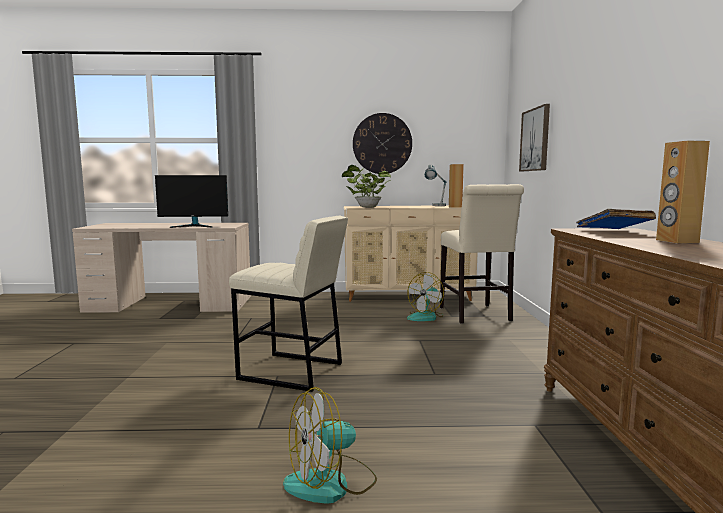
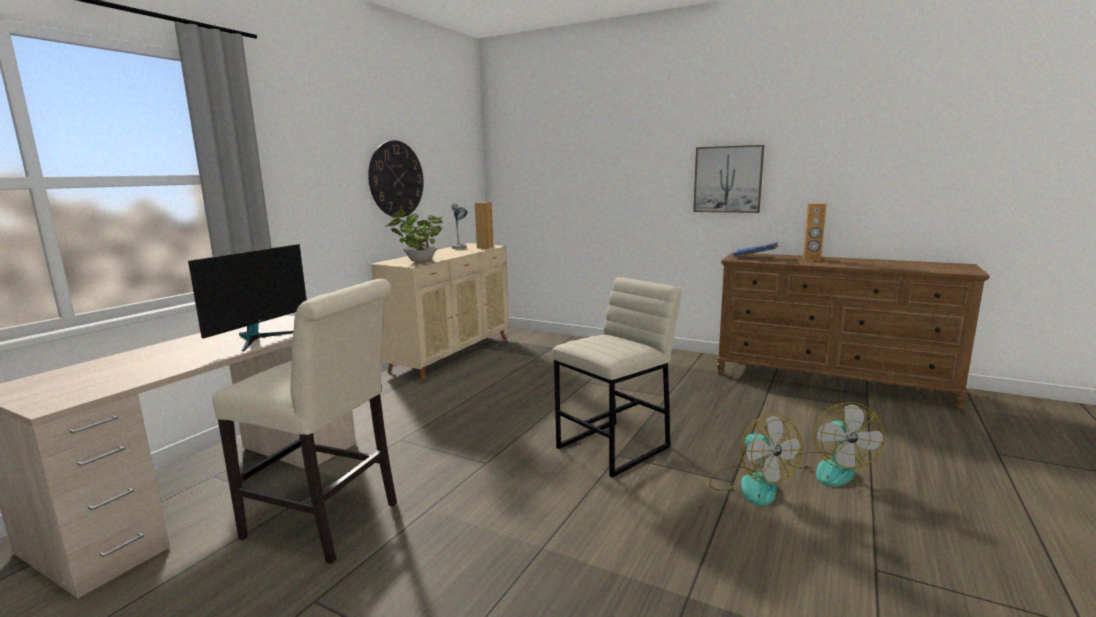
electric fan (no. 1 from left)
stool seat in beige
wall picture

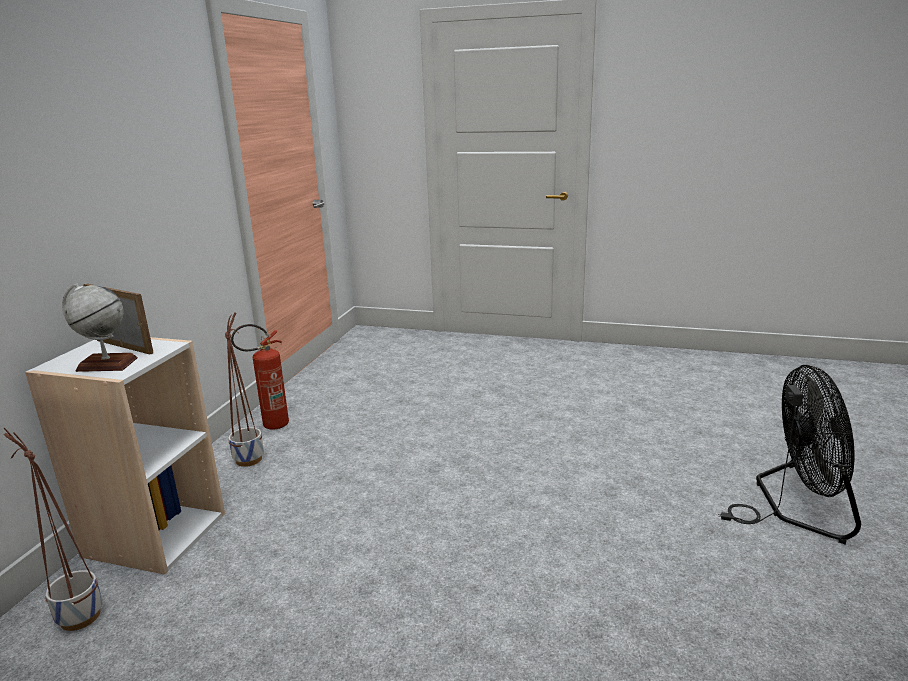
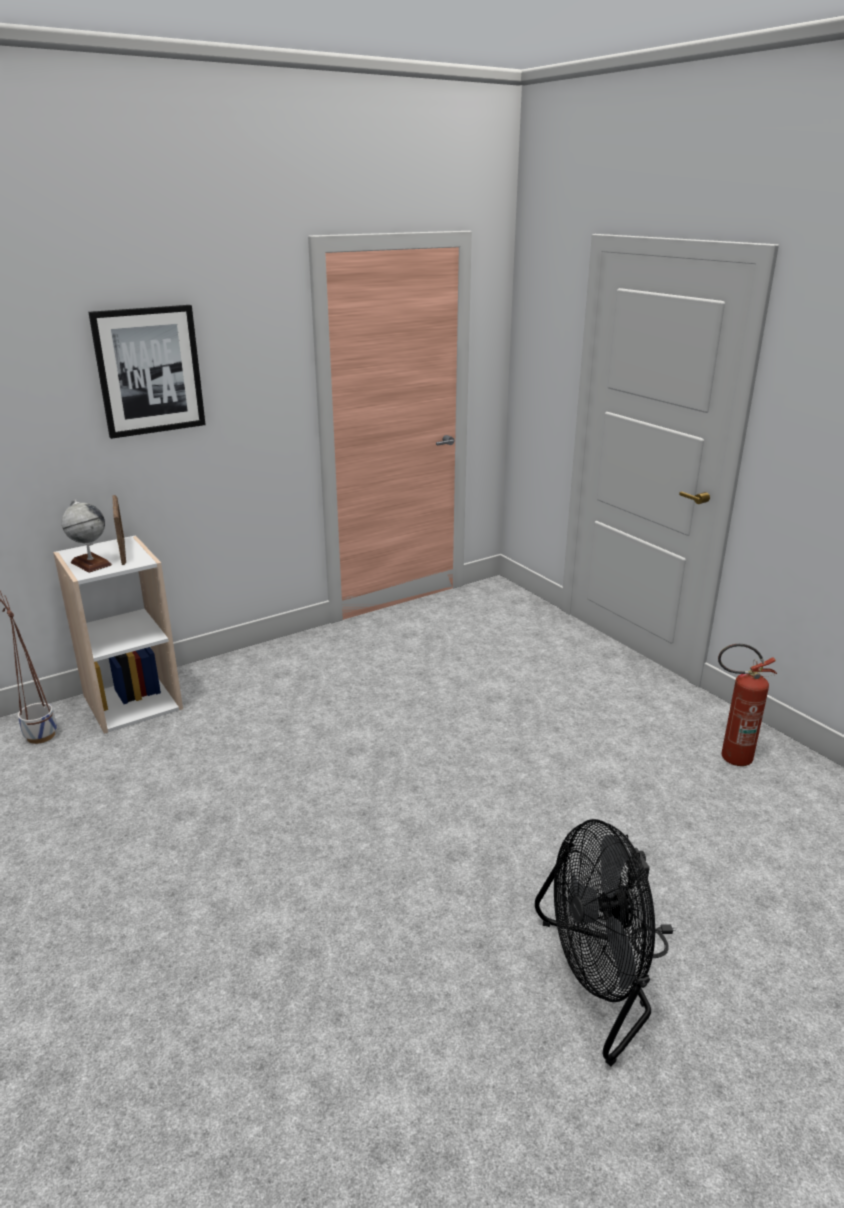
planter (no. 2 from left in the first image)
fire extinguisher
electric fan in blackish
wall picture

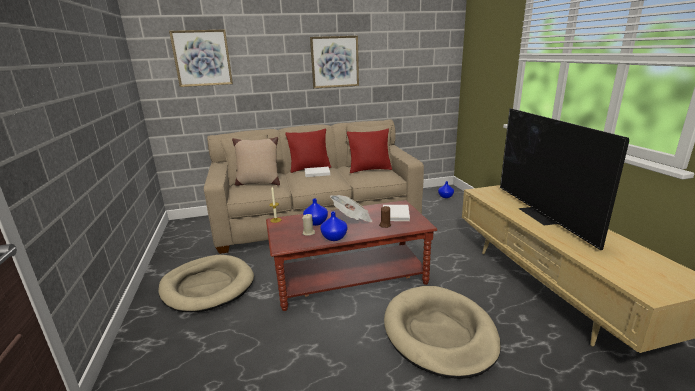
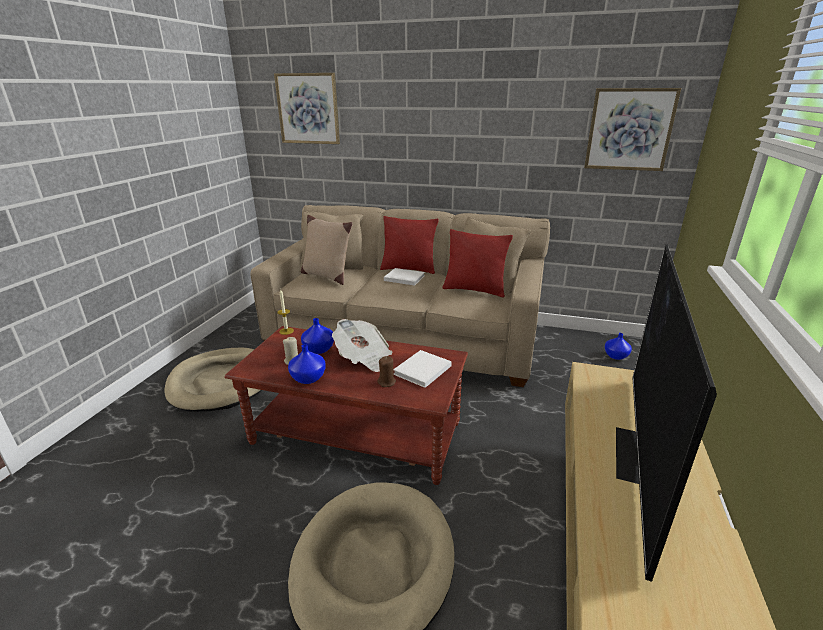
wall picture (no. 2 from left)

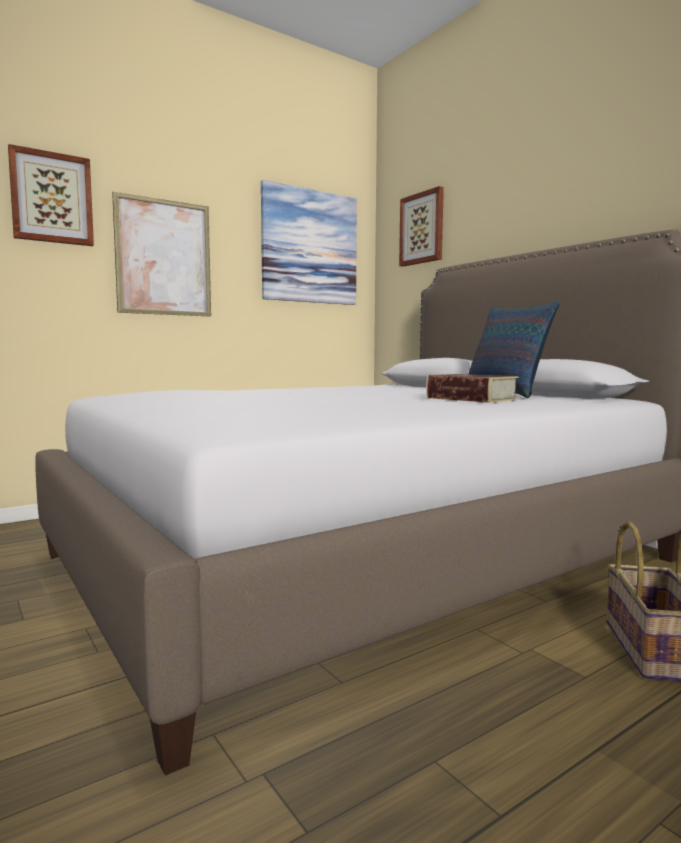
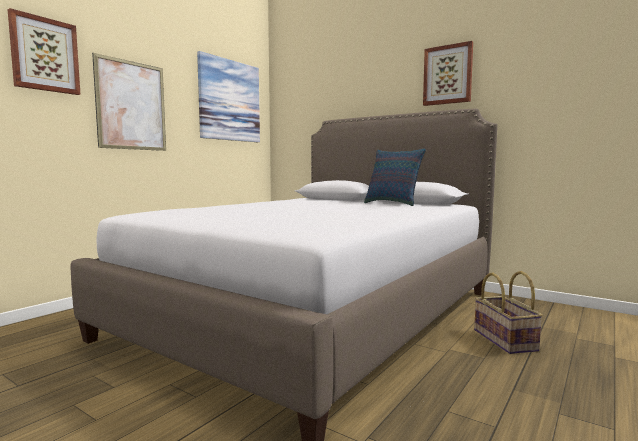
wall picture (no. 4 from left)
volume

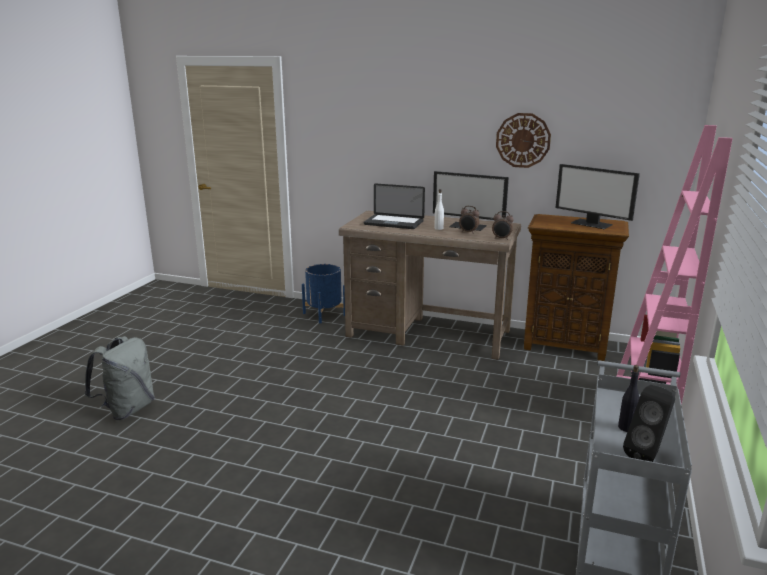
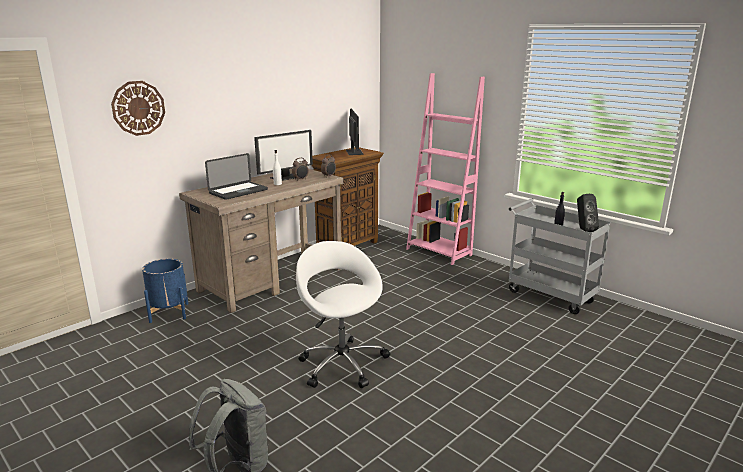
clock on the wall
computer screen (no. 2 from left)
office chair in whitish

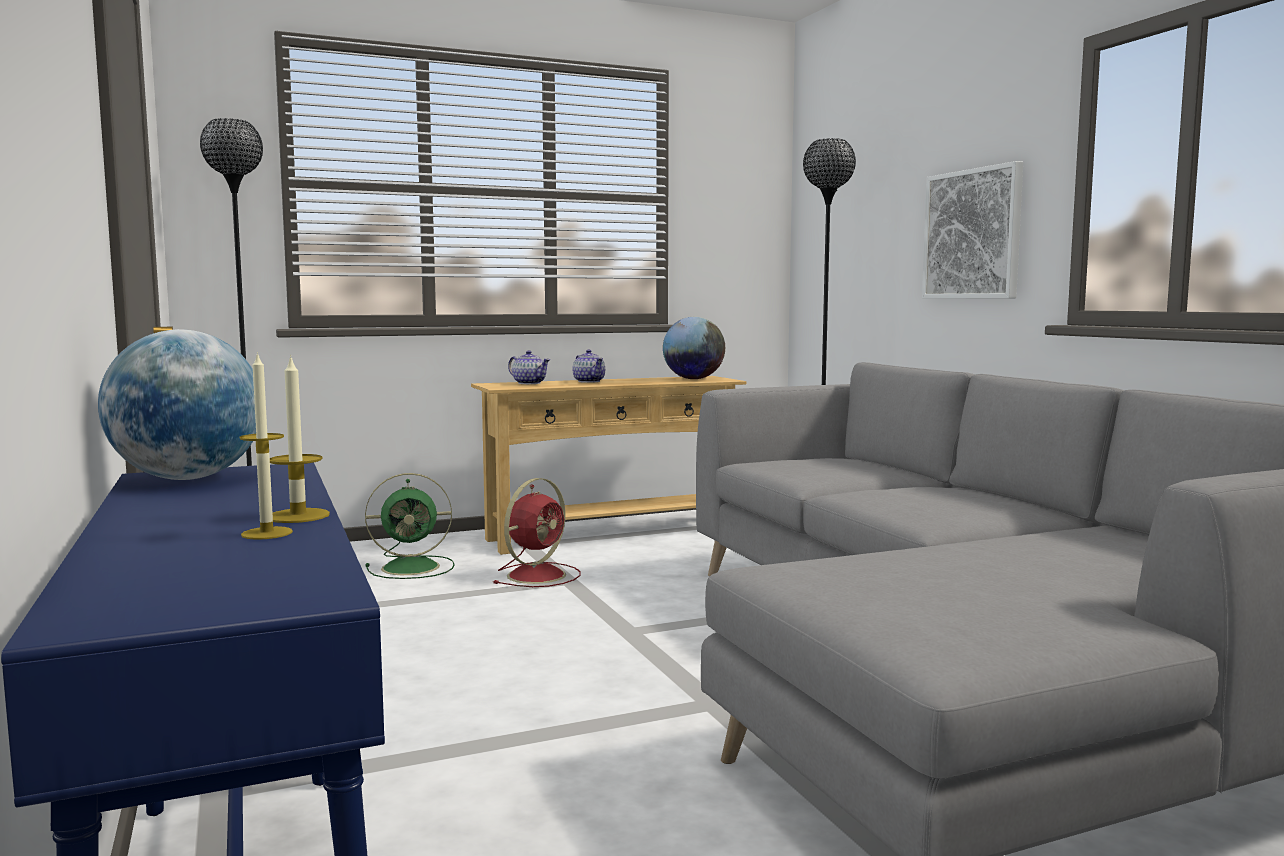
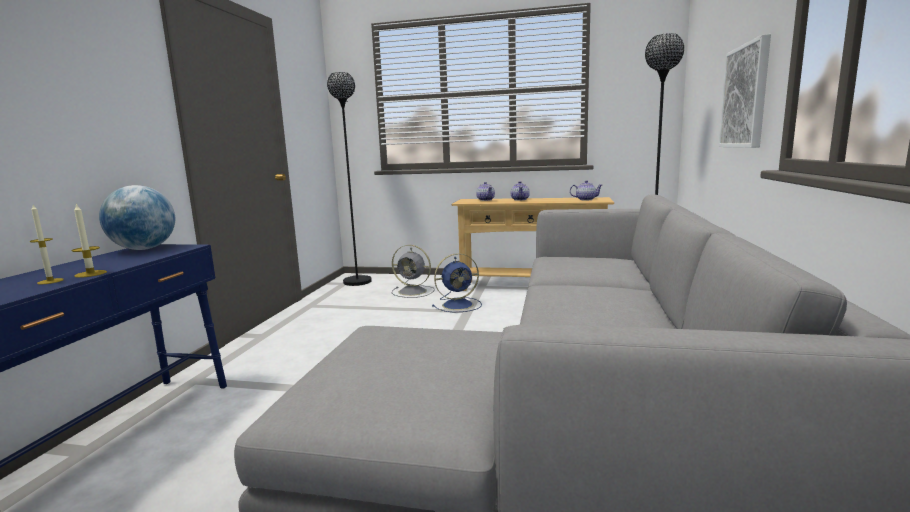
electric fan in greyish
electric fan in bluish
teapot (no. 3 from left)

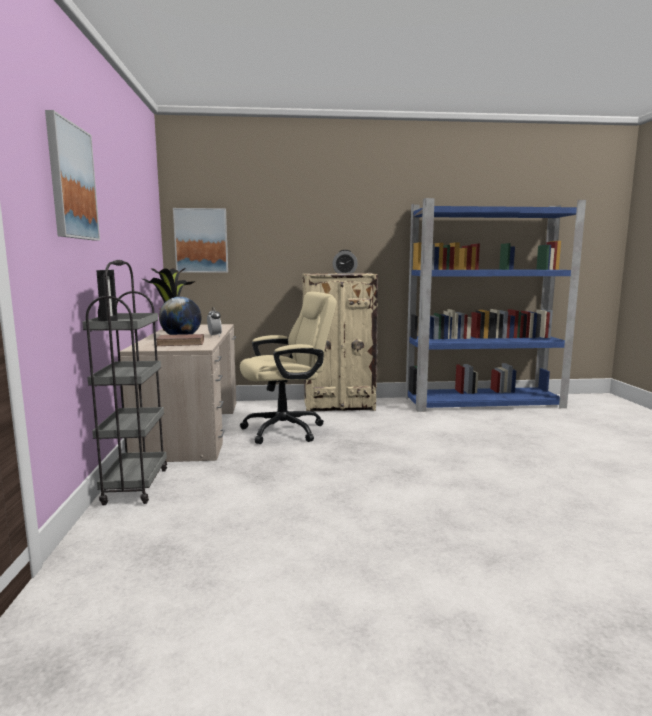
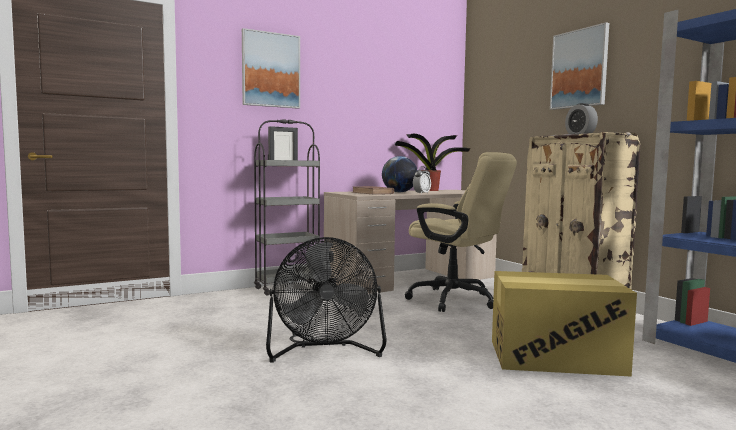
wall picture (no. 2 from left)
electric fan in blackish
packing box

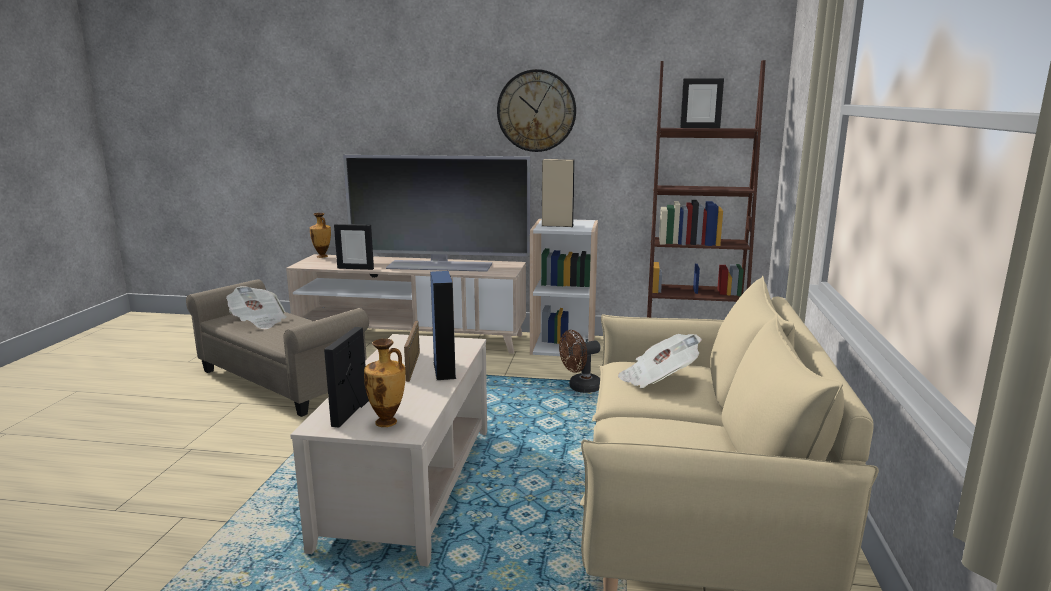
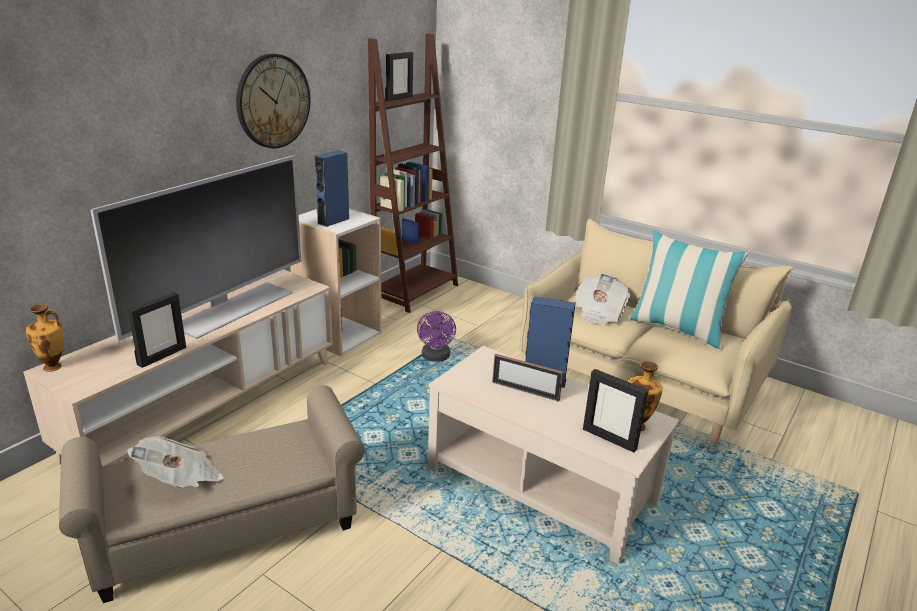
audio speaker in bluish (no. 1 from left)
electric fan in purplish
throw pillow

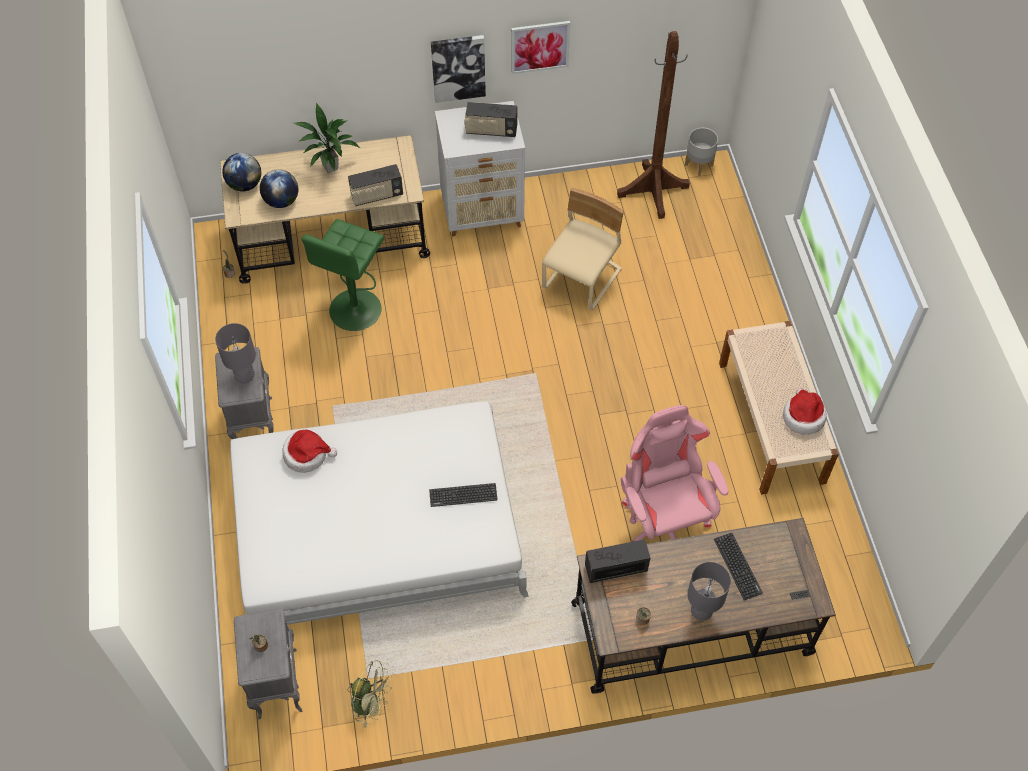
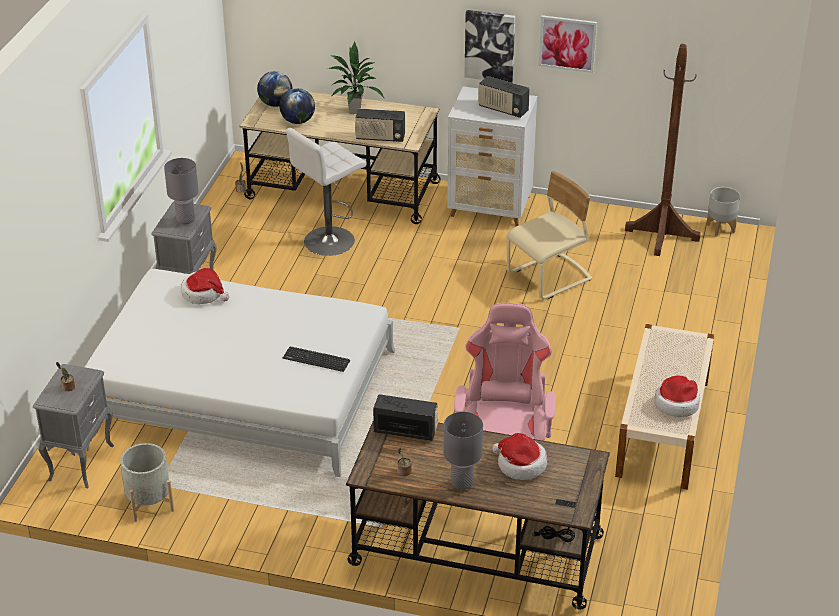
stool seat in whitish
planter in greyish (no. 1 from left)
clothing hat (no. 2 from left)

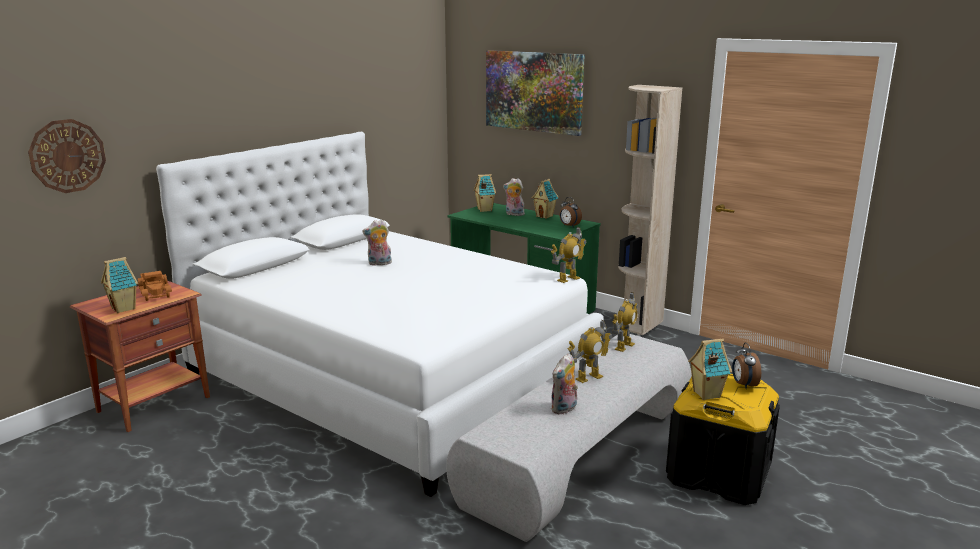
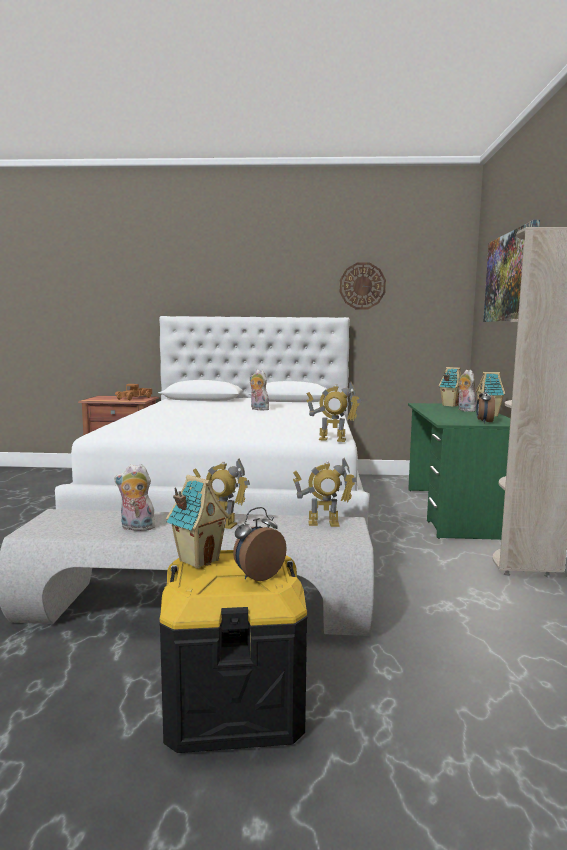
clock on the wall
toy house (no. 1 from left in the first image)

